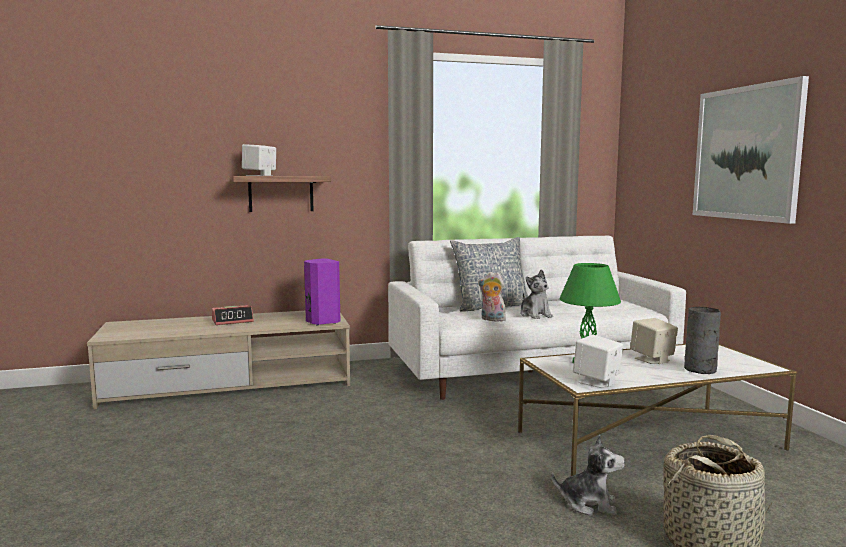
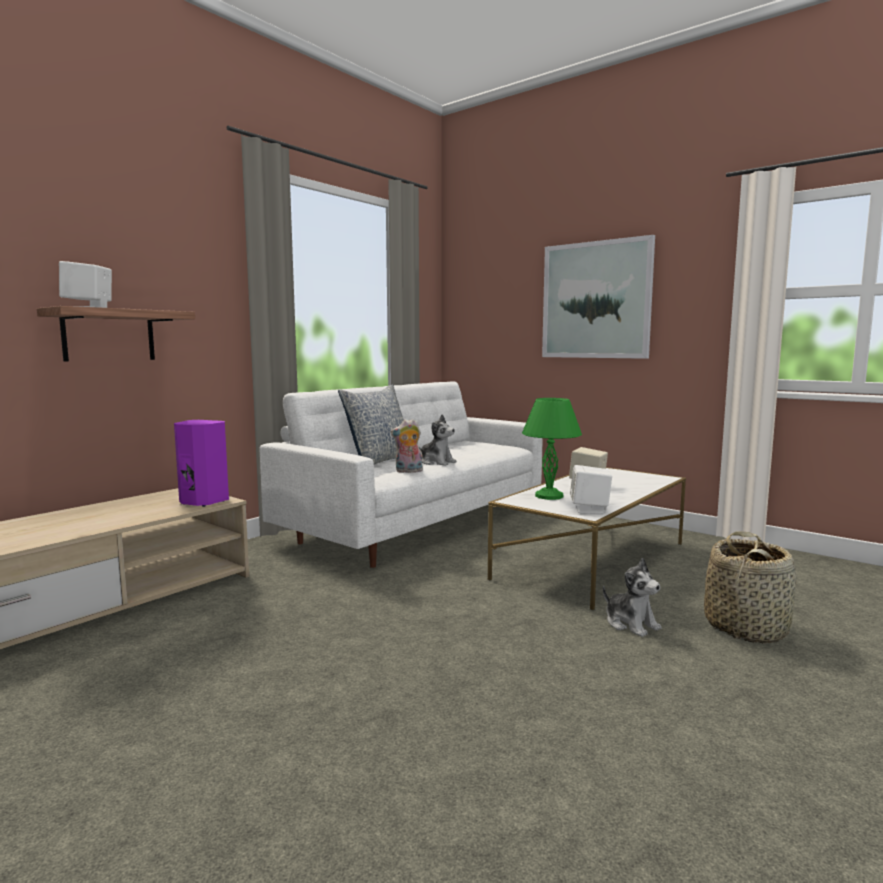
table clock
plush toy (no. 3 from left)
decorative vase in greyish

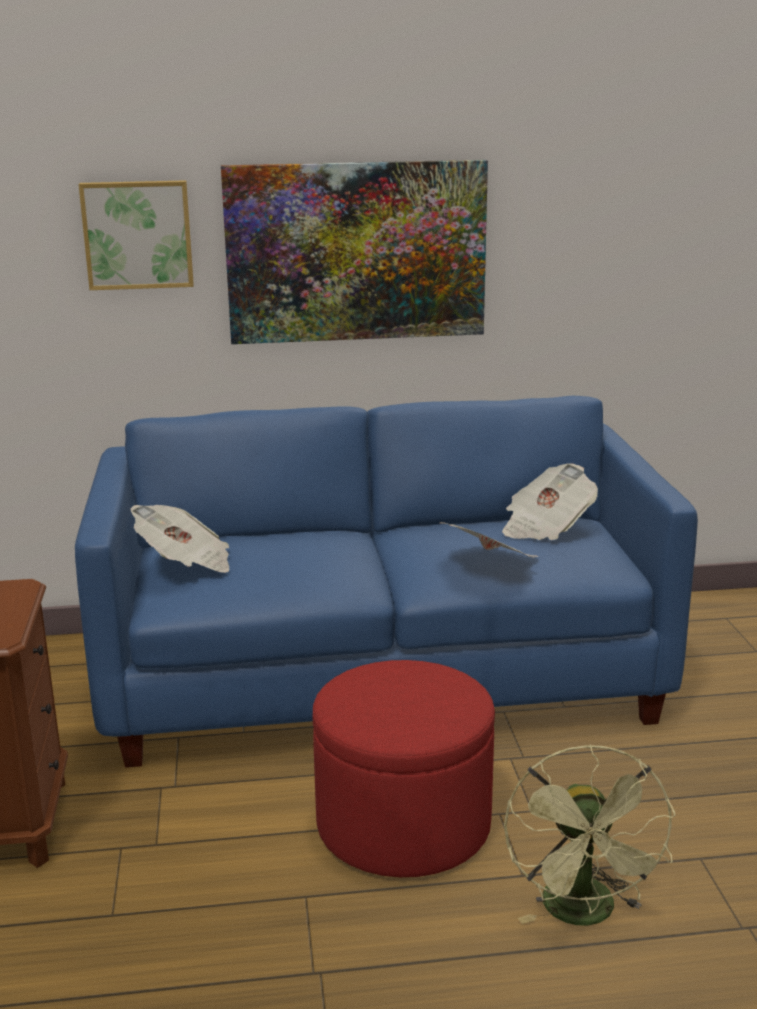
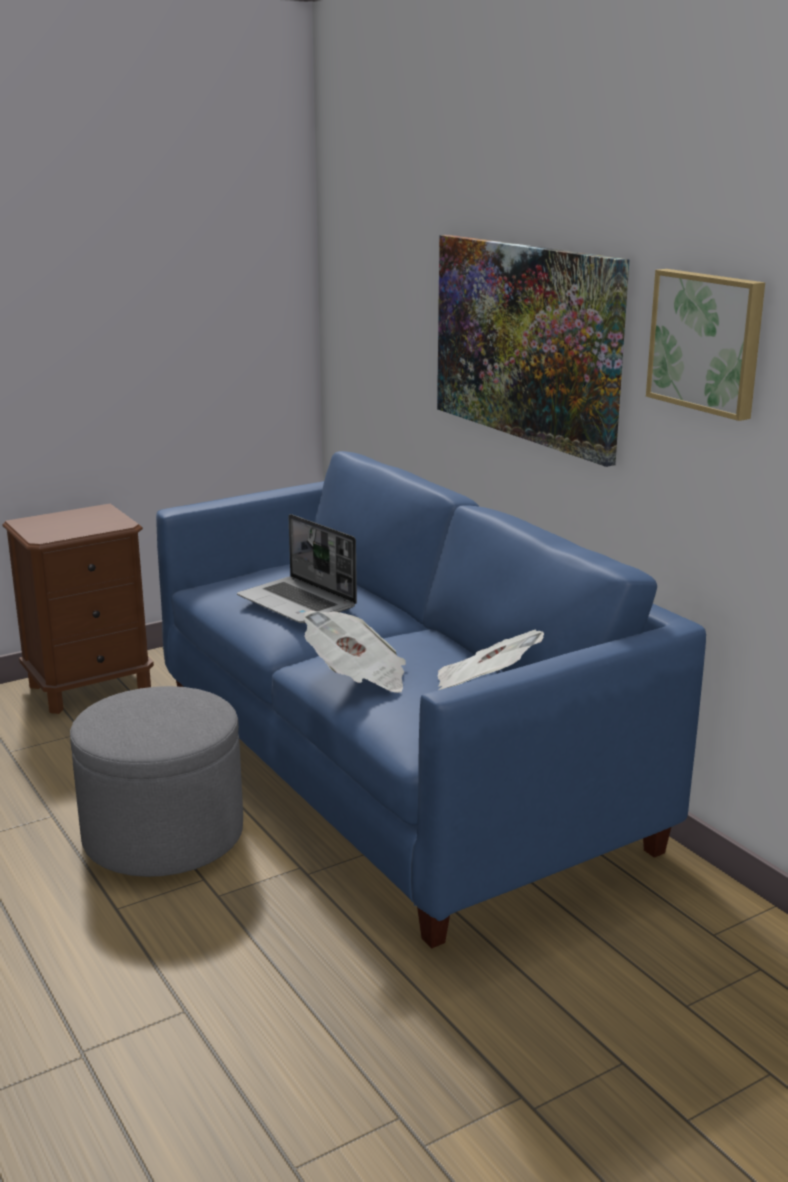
wall picture (no. 2 from left)
newspaper (no. 1 from left in the first image)
footrest in greyish
electric fan in green-coloured
notebook computer

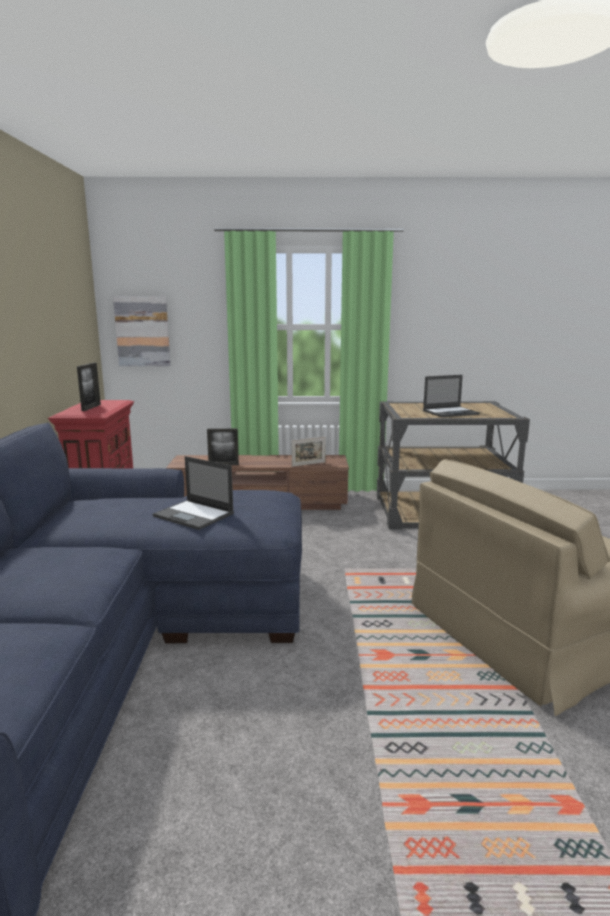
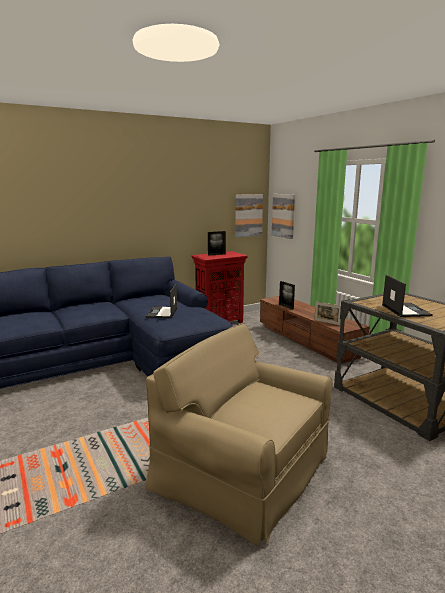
notebook computer (no. 2 from left)
wall picture (no. 1 from left)

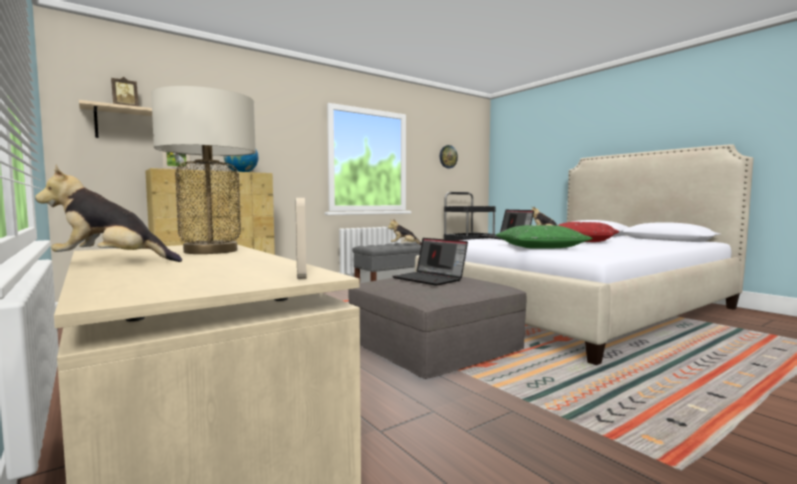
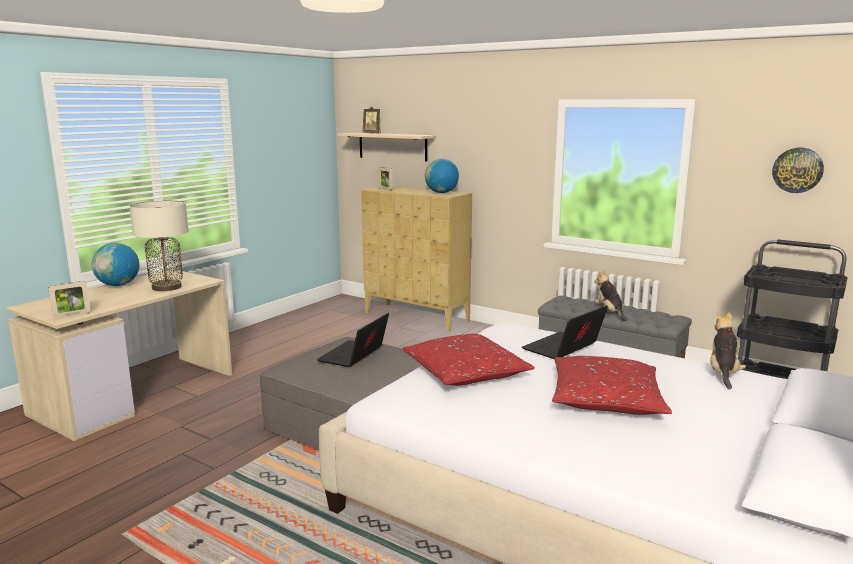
world globe (no. 1 from left)
throw pillow in red (no. 1 from left)

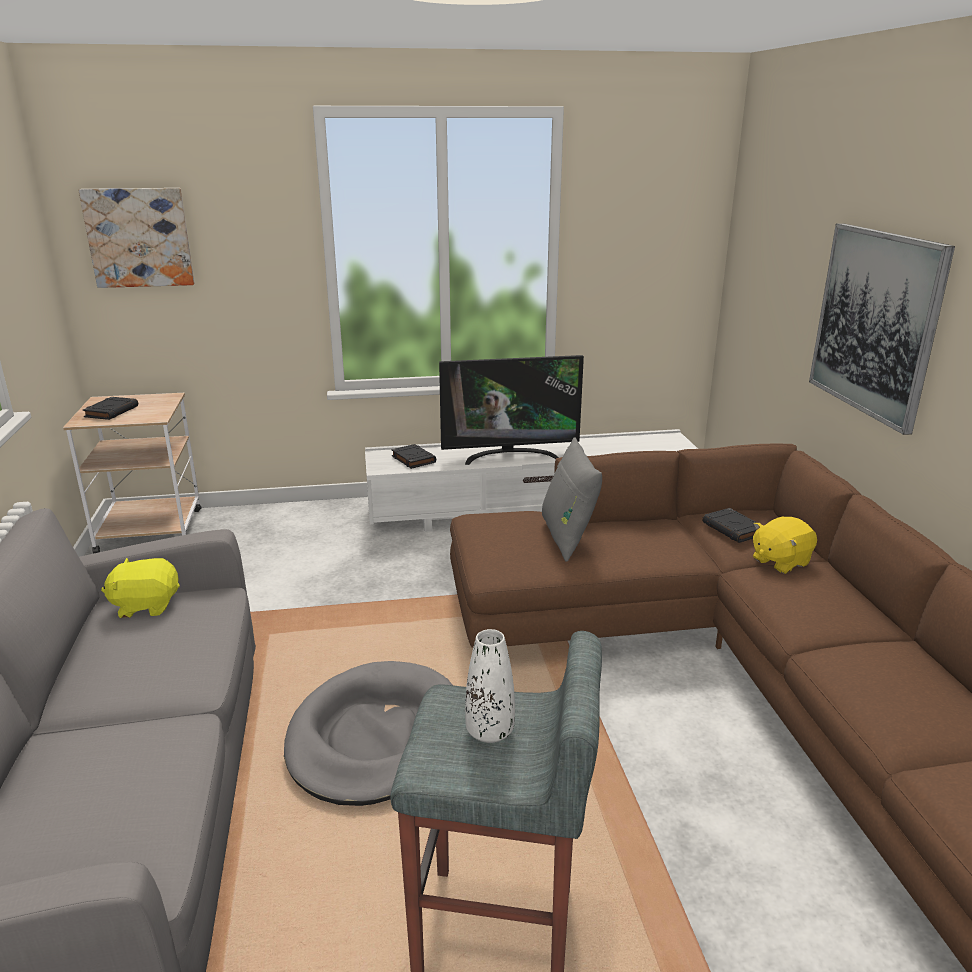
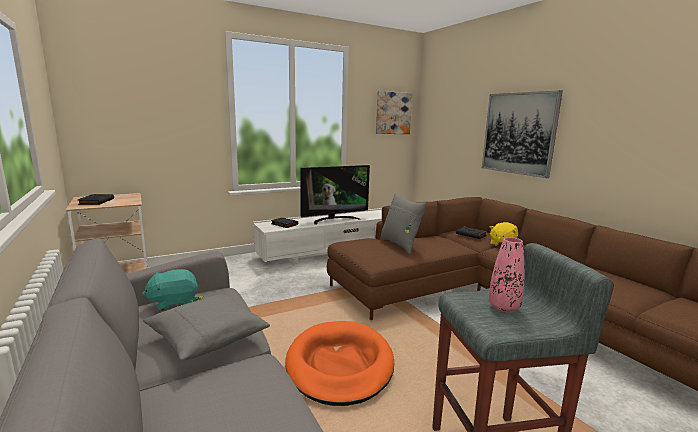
wall picture (no. 1 from left)
plush toy in turquoise
dog cushion in orangey
decorative vase in pink-coloured
throw pillow in greyish (no. 1 from left)

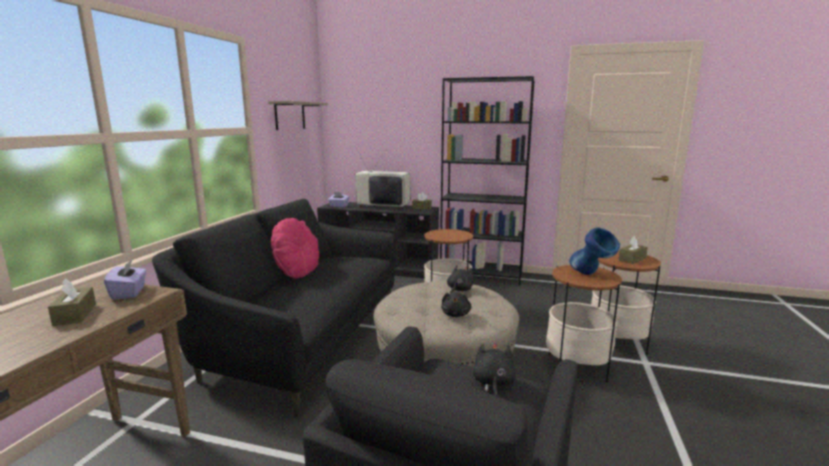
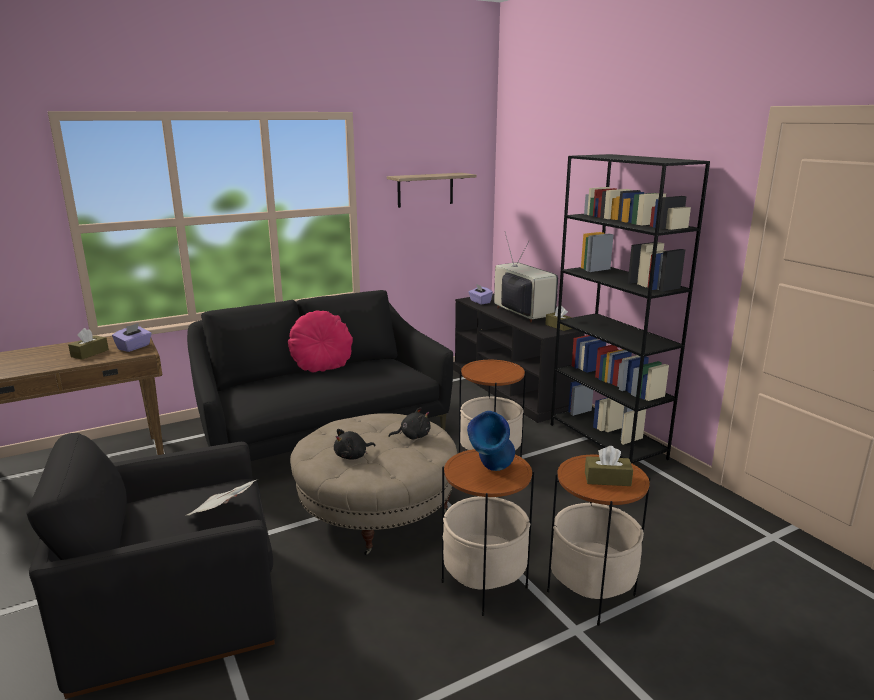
newspaper

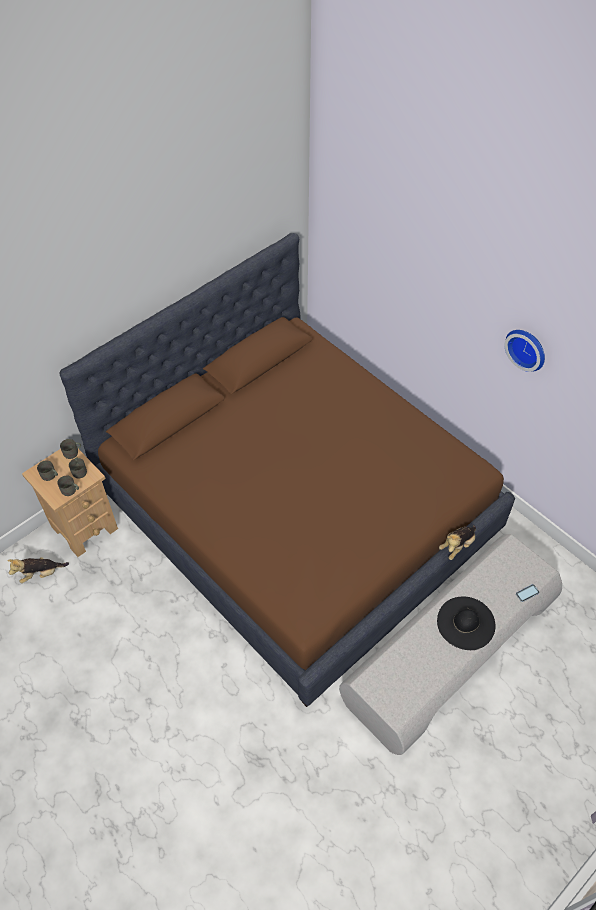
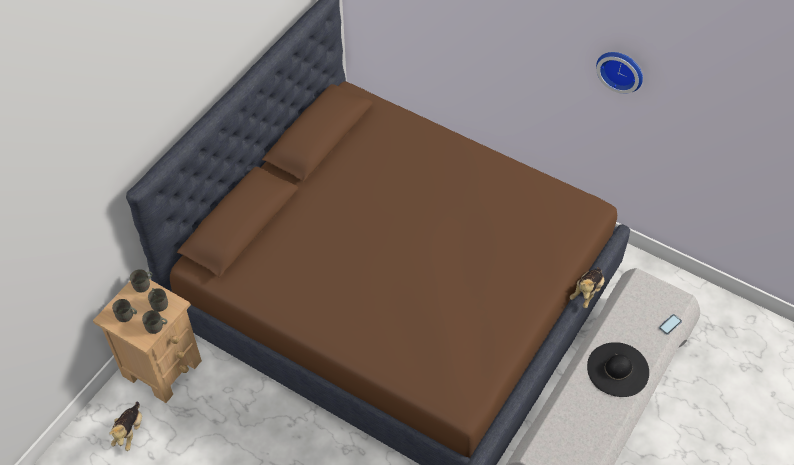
plush toy (no. 1 from left)

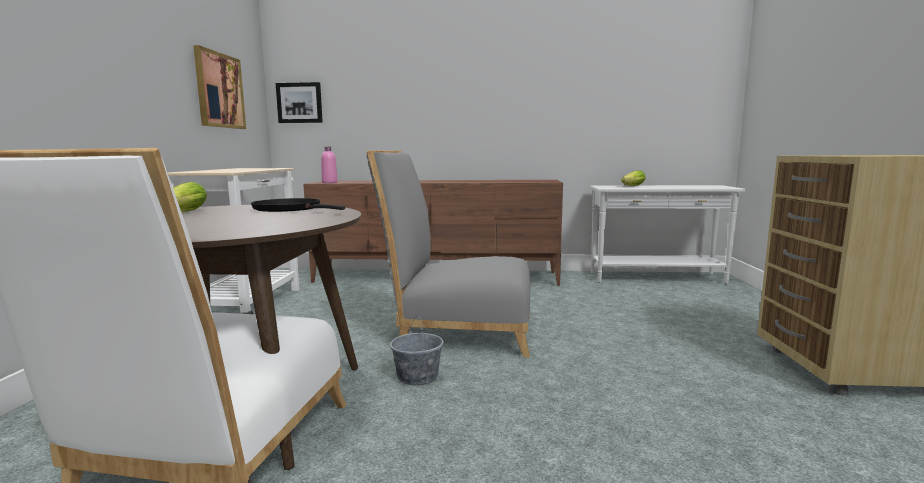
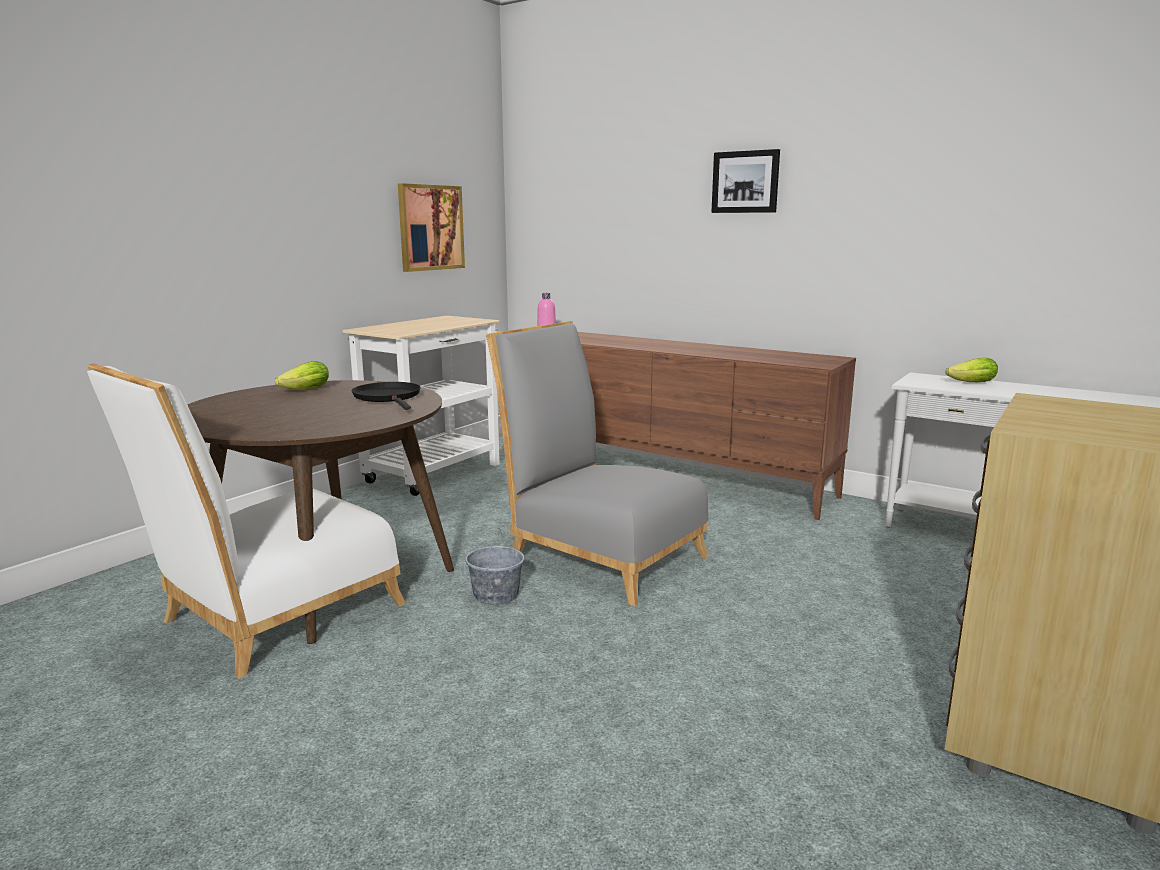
wall picture (no. 2 from left)

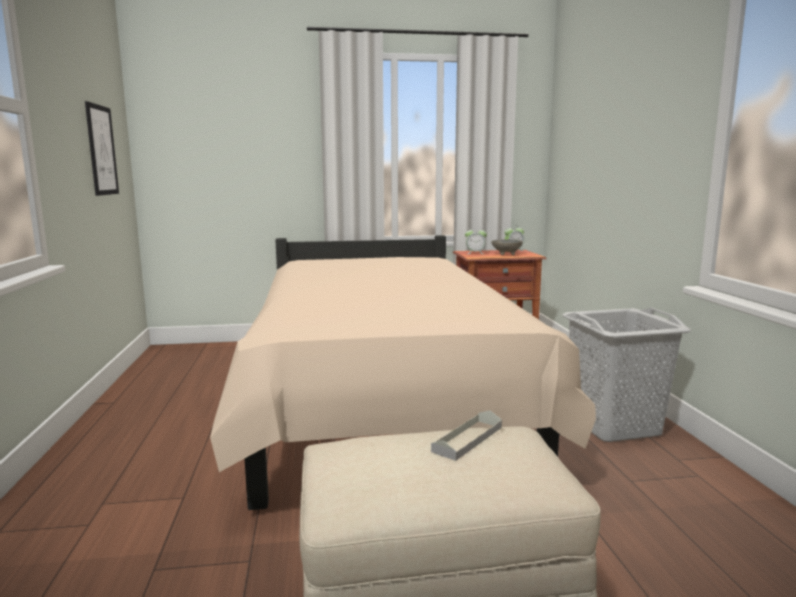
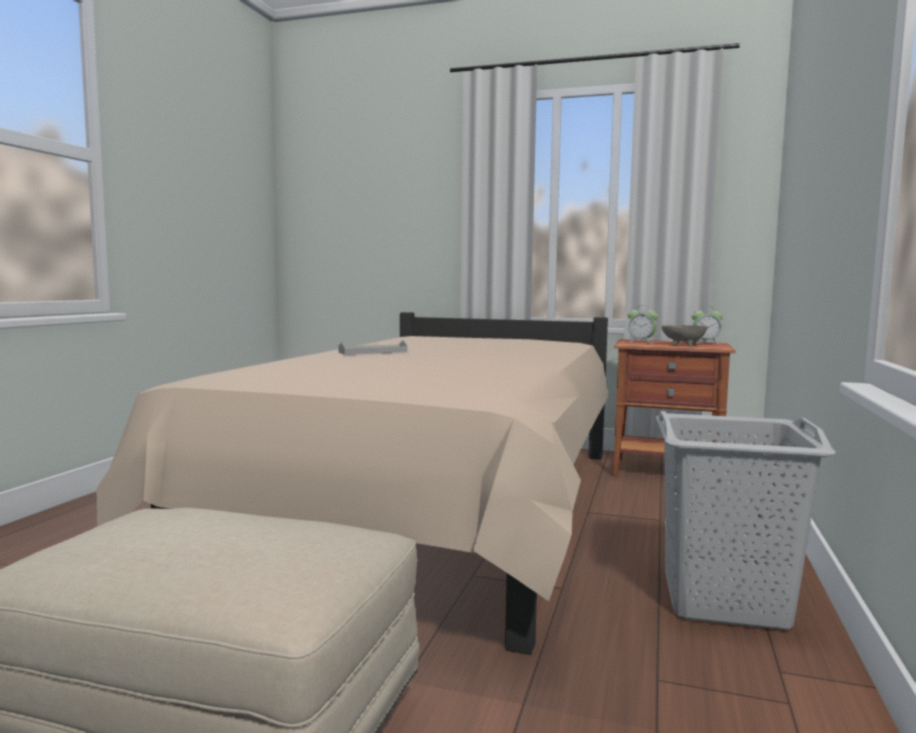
wall picture
carrying tray in greyish

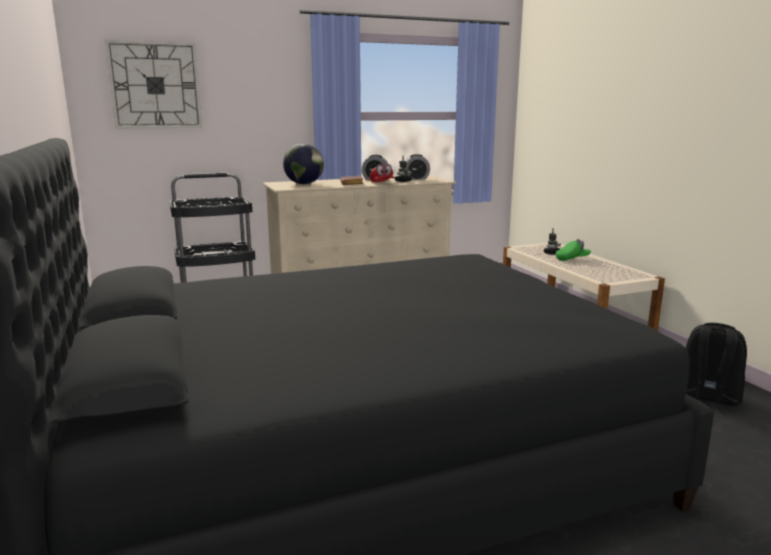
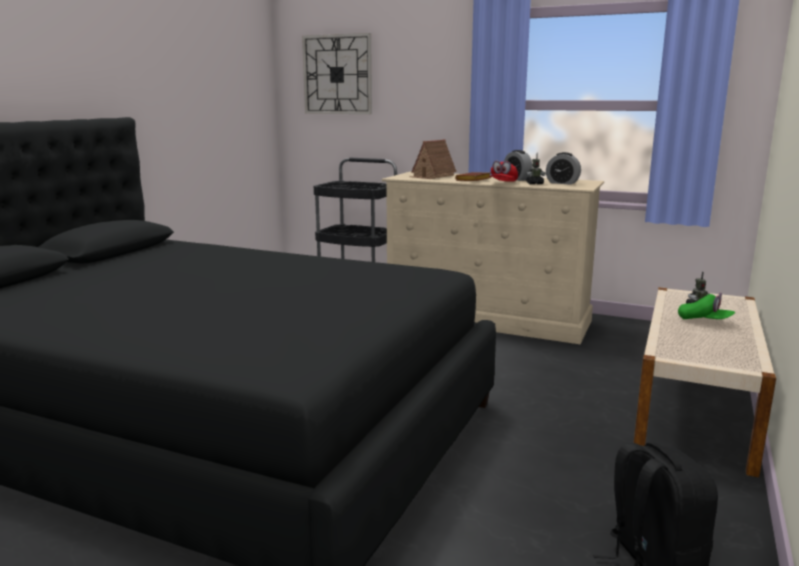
toy house

